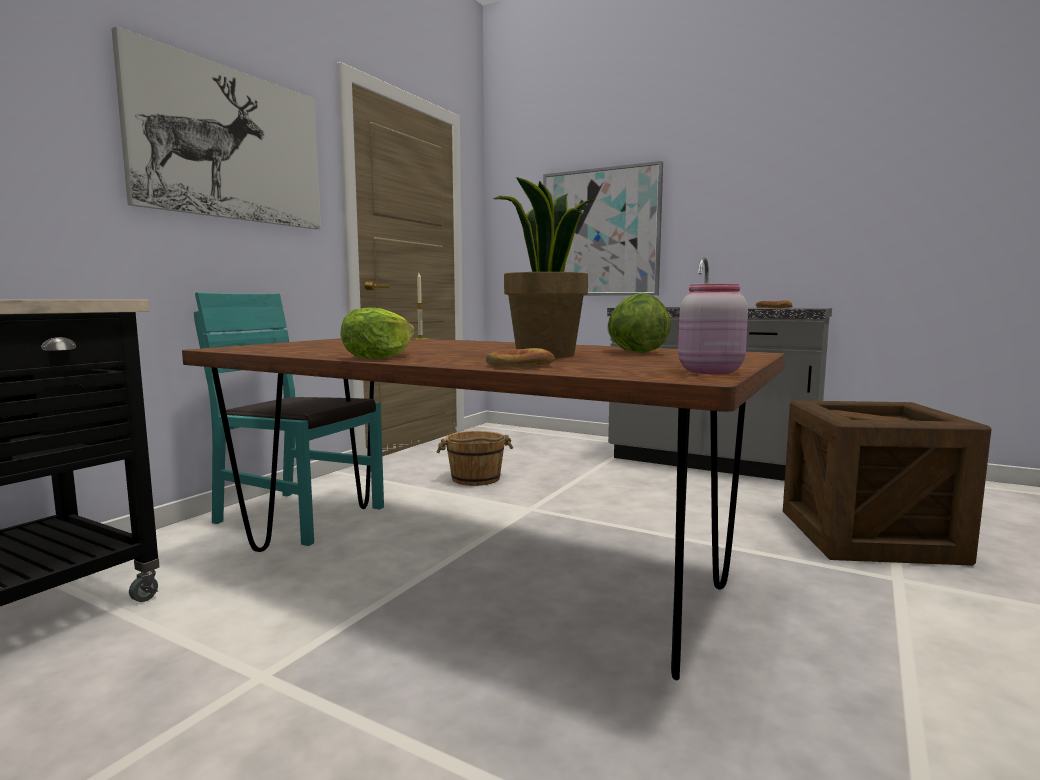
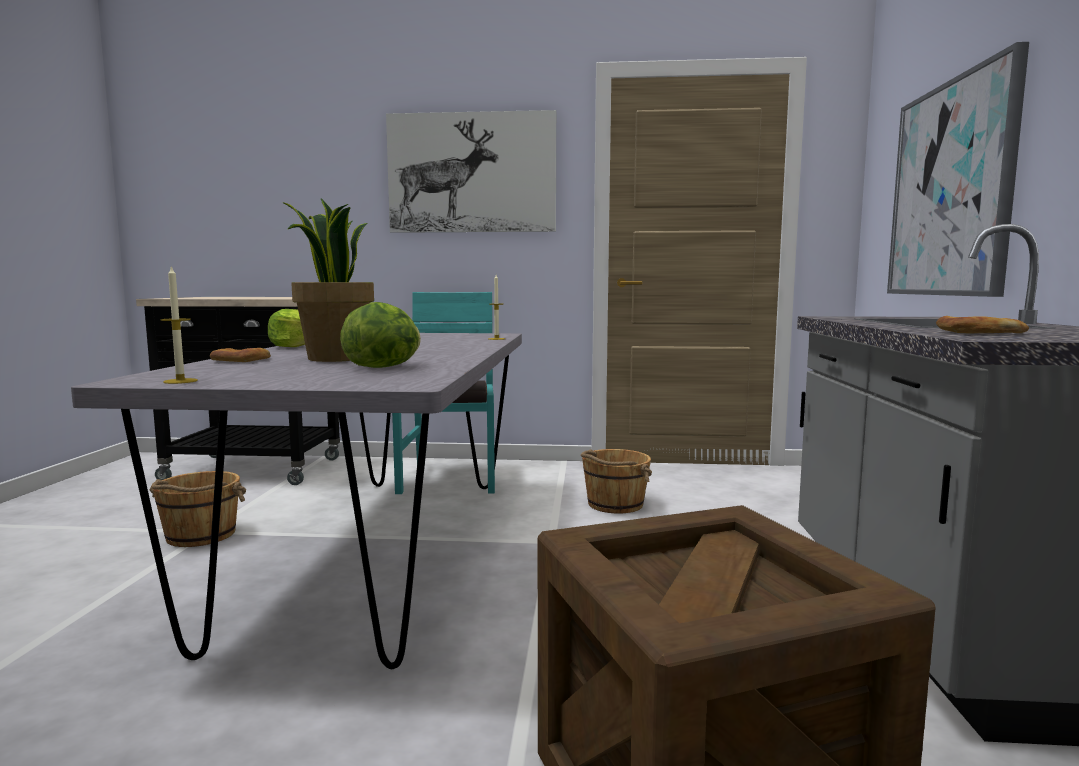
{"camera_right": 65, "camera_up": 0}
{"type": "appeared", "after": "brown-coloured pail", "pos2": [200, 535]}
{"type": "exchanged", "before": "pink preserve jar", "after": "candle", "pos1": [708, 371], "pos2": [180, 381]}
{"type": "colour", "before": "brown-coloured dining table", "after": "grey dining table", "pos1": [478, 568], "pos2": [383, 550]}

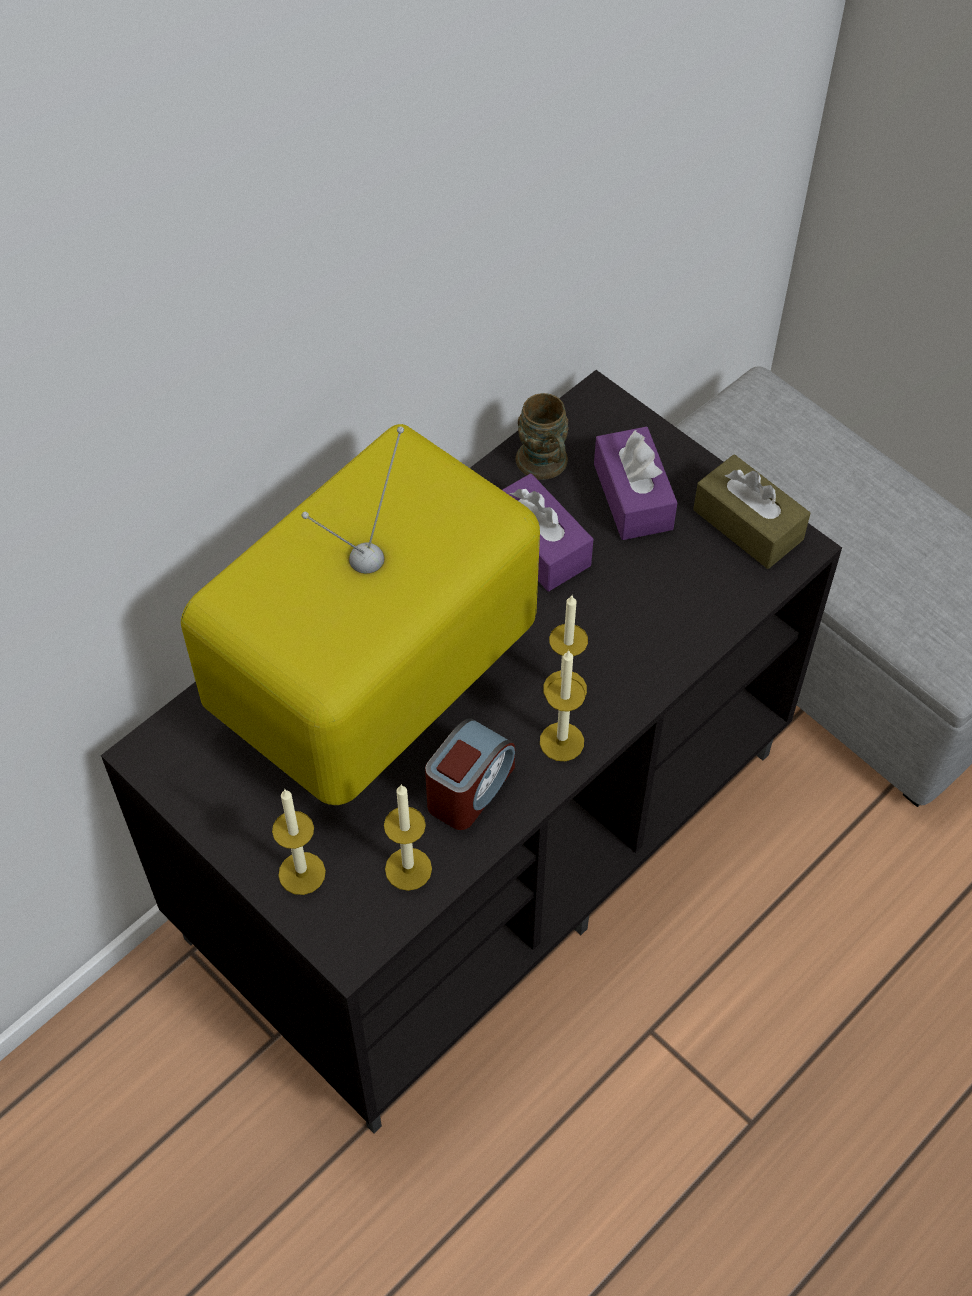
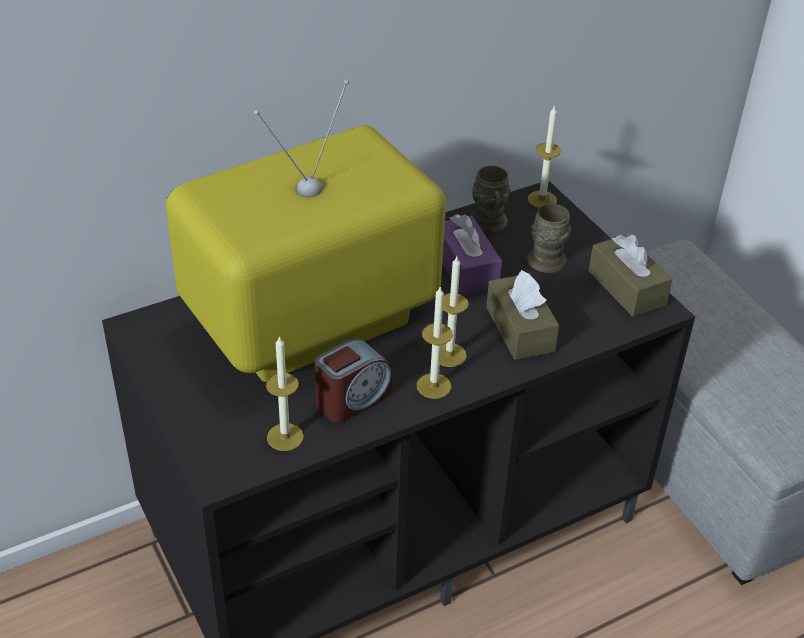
{"camera_right": 15, "camera_up": -15}
{"type": "appeared", "after": "brown-coloured tissue box", "pos2": [520, 329]}
{"type": "relocated", "before": "candle", "pos1": [302, 873], "pos2": [542, 199]}
{"type": "exchanged", "before": "purple-coloured tissue box", "after": "brown-coloured tea mug", "pos1": [633, 496], "pos2": [546, 254]}

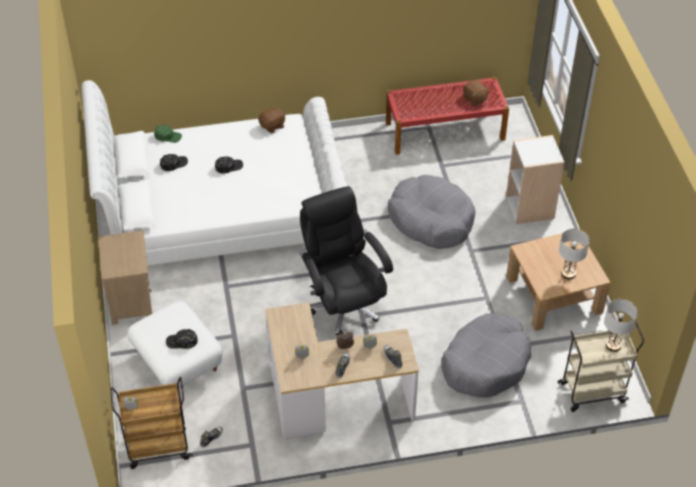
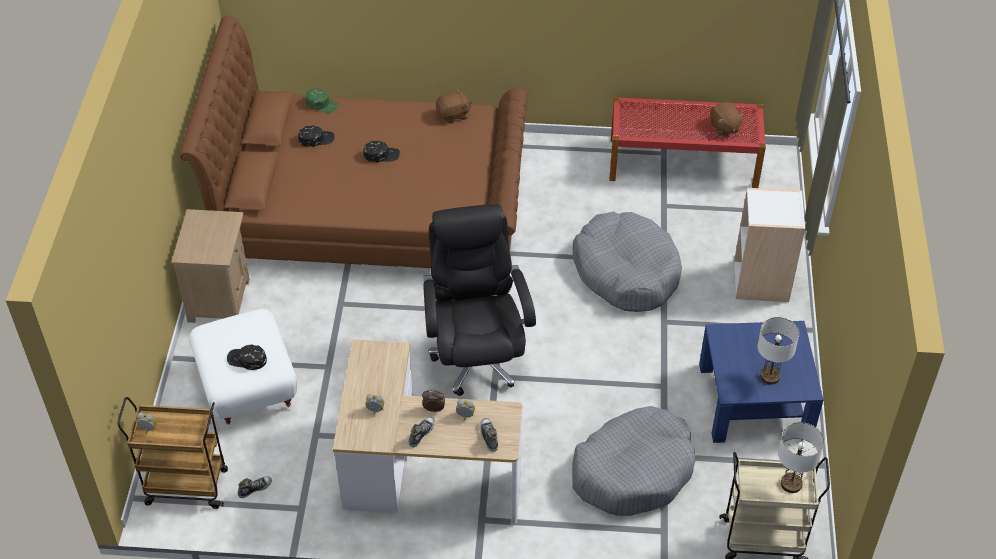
{"camera_right": 15, "camera_up": 0}
{"type": "colour", "before": "whitish sleeping bed", "after": "brown-coloured sleeping bed", "pos1": [222, 206], "pos2": [370, 204]}
{"type": "colour", "before": "brown-coloured low table", "after": "bluish low table", "pos1": [554, 294], "pos2": [755, 400]}

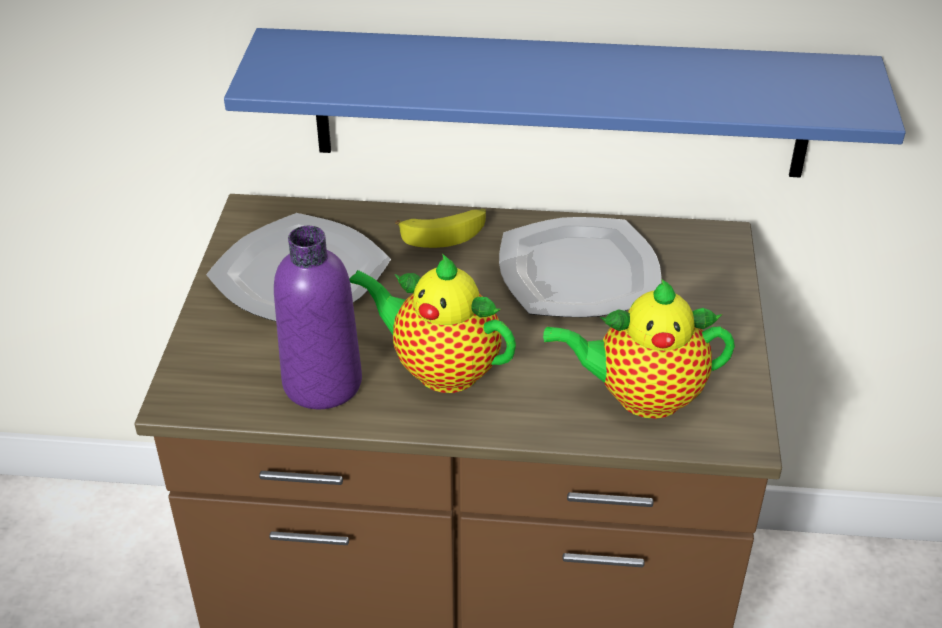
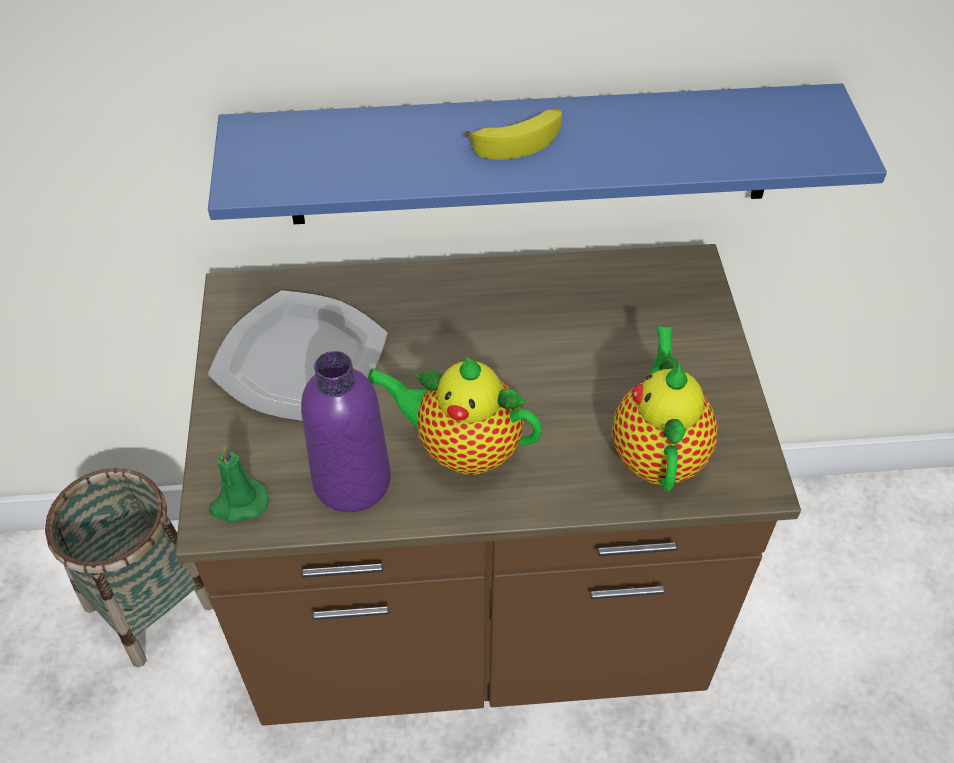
{"camera_right": -10, "camera_up": 10}
{"type": "missing", "before": "plate", "pos1": [576, 272]}
{"type": "appeared", "after": "storage basket", "pos2": [150, 605]}
{"type": "appeared", "after": "green-coloured candle", "pos2": [239, 503]}
{"type": "relocated", "before": "whole banana", "pos1": [445, 233], "pos2": [519, 140]}
{"type": "spun", "before": "tea pot", "pos1": [641, 396], "pos2": [657, 452], "turn": 105}

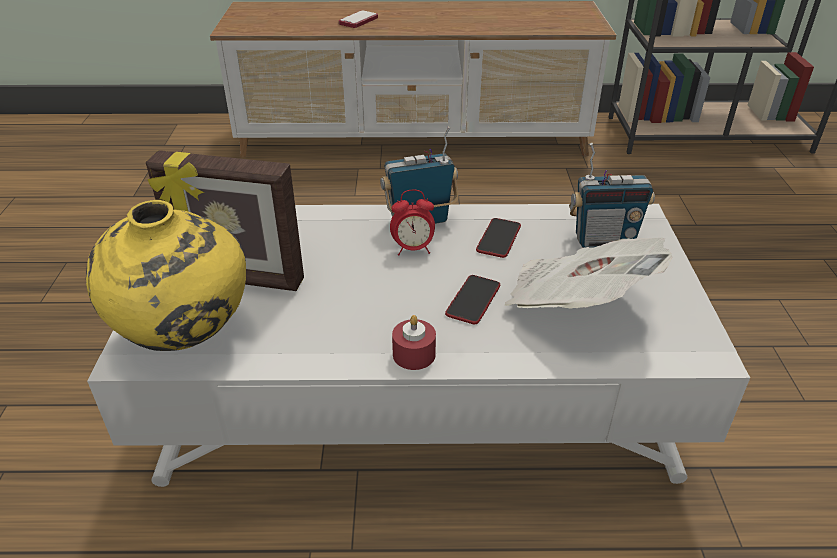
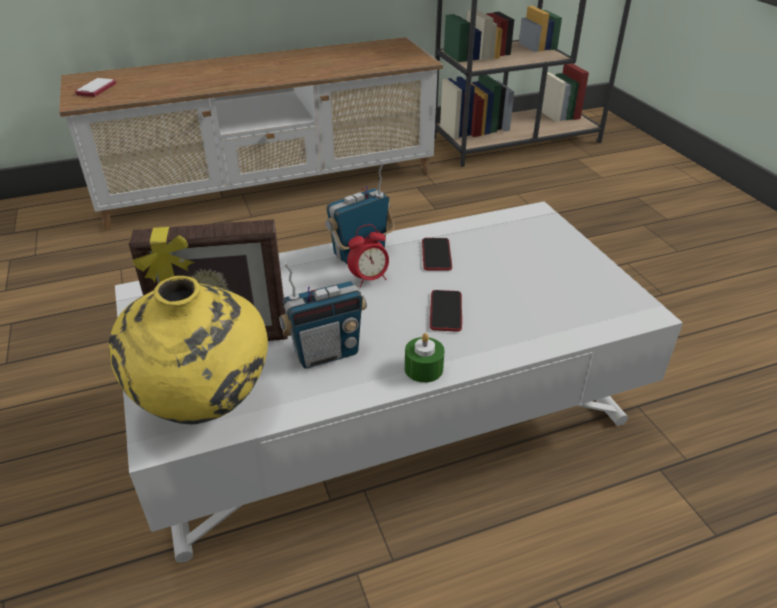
{"camera_right": -20, "camera_up": 0}
{"type": "missing", "before": "daily paper", "pos1": [575, 303]}
{"type": "relocated", "before": "handset", "pos1": [358, 21], "pos2": [96, 89]}
{"type": "relocated", "before": "radio set", "pos1": [603, 240], "pos2": [326, 353]}
{"type": "colour", "before": "red-coloured candle", "after": "green-coloured candle", "pos1": [414, 354], "pos2": [423, 369]}

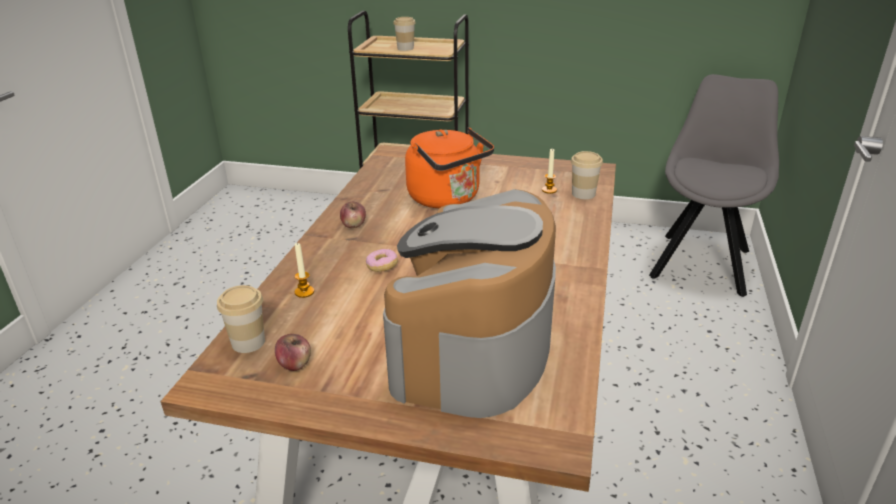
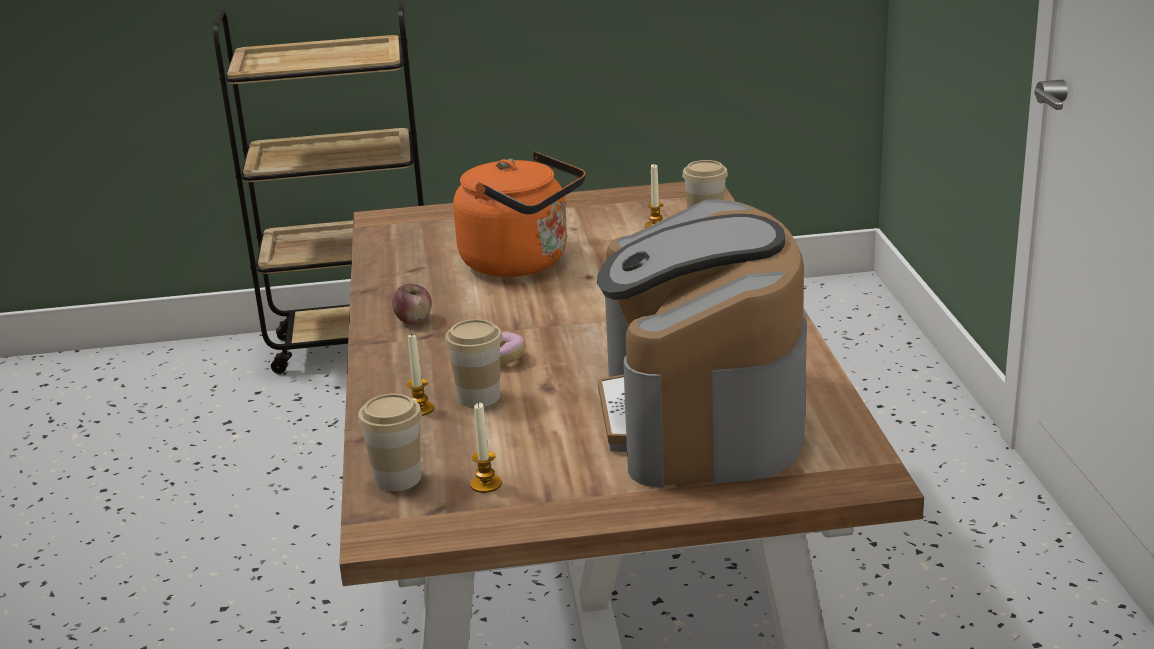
{"camera_right": -20, "camera_up": -5}
{"type": "missing", "before": "grey upright chair", "pos1": [701, 263]}
{"type": "relocated", "before": "cup", "pos1": [405, 48], "pos2": [479, 397]}
{"type": "exchanged", "before": "whole apple", "after": "candle", "pos1": [295, 364], "pos2": [486, 484]}

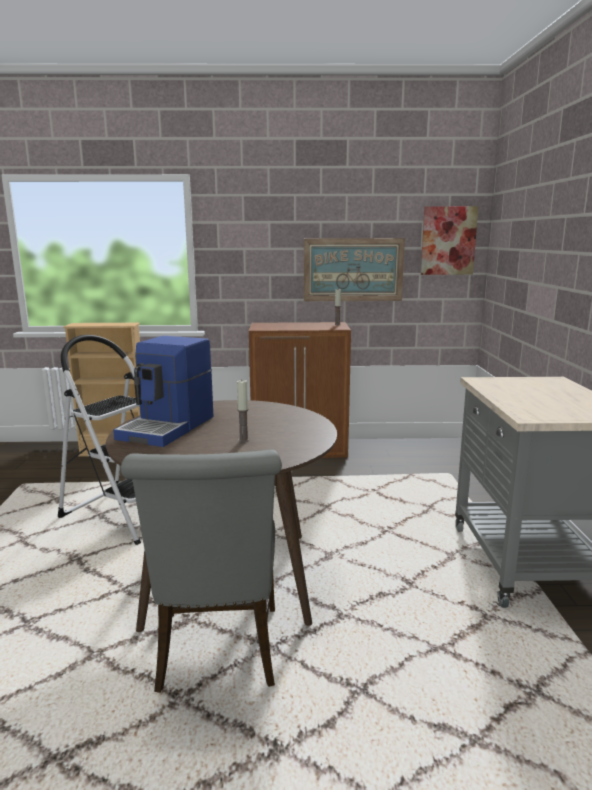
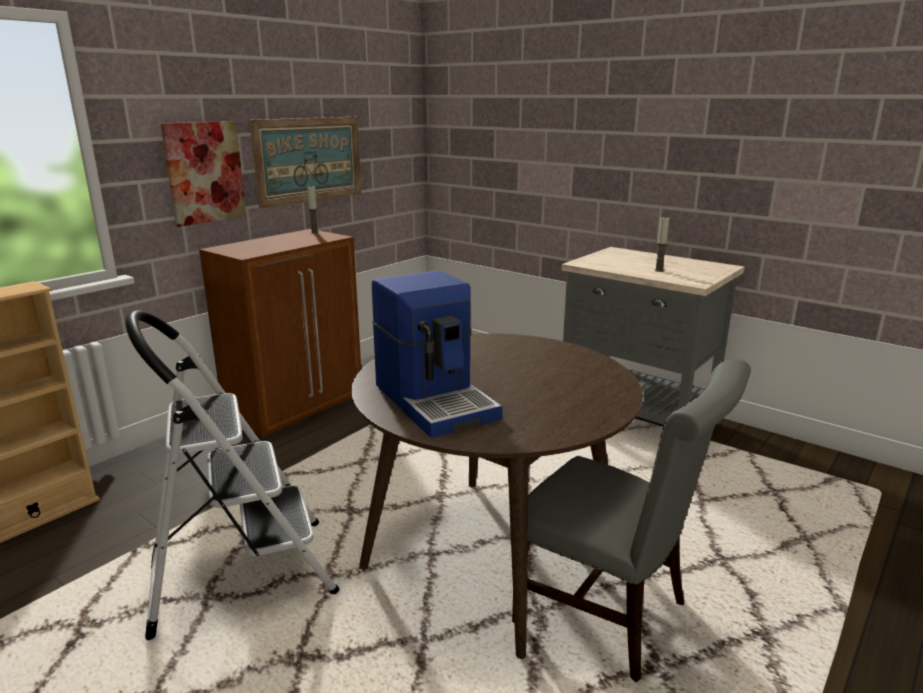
{"camera_right": -50, "camera_up": 5}
{"type": "relocated", "before": "candle", "pos1": [243, 440], "pos2": [659, 270]}
{"type": "relocated", "before": "wall picture", "pos1": [448, 241], "pos2": [204, 172]}

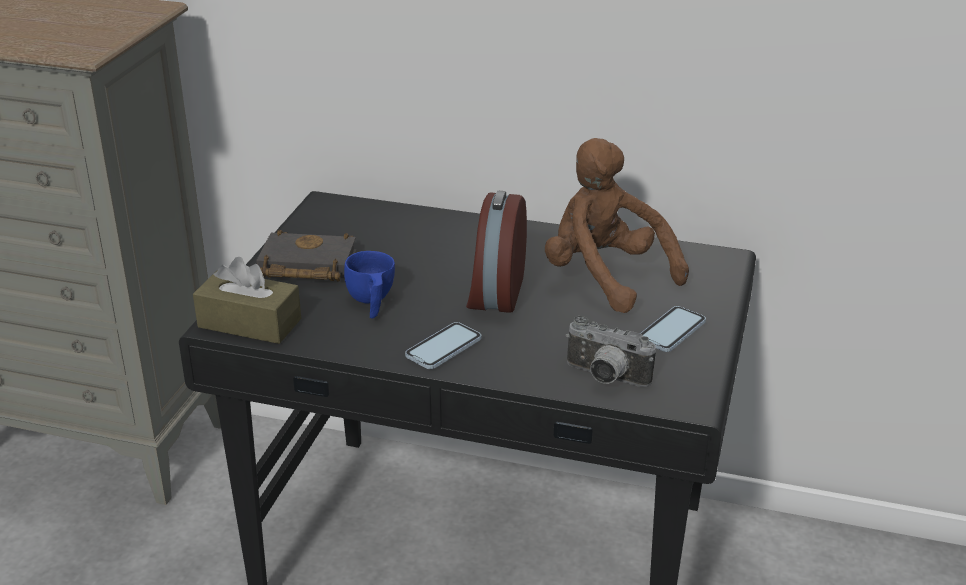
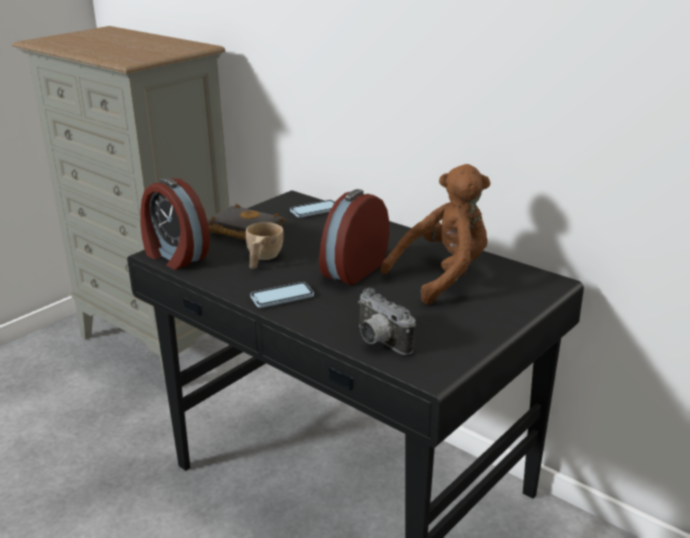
{"camera_right": 25, "camera_up": -5}
{"type": "relocated", "before": "handset", "pos1": [671, 331], "pos2": [315, 210]}
{"type": "exchanged", "before": "brown-coloured tissue box", "after": "alarm clock", "pos1": [249, 323], "pos2": [174, 256]}
{"type": "colour", "before": "bluish cup", "after": "beige cup", "pos1": [371, 302], "pos2": [262, 259]}
{"type": "spun", "before": "brown-coloured soft toy", "pos1": [605, 277], "pos2": [443, 276], "turn": 75}

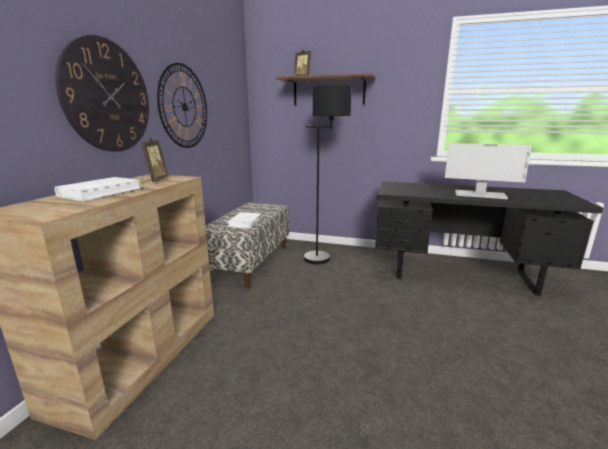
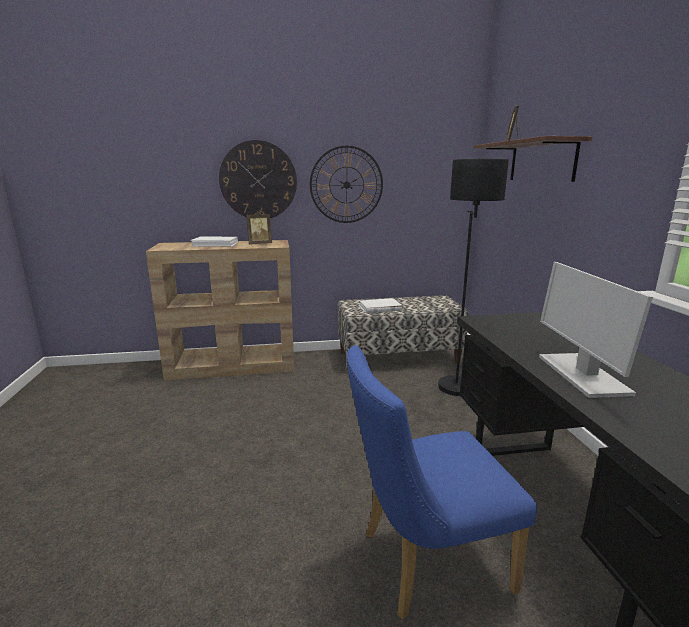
{"camera_right": 65, "camera_up": 0}
{"type": "appeared", "after": "bluish upright chair", "pos2": [424, 562]}

